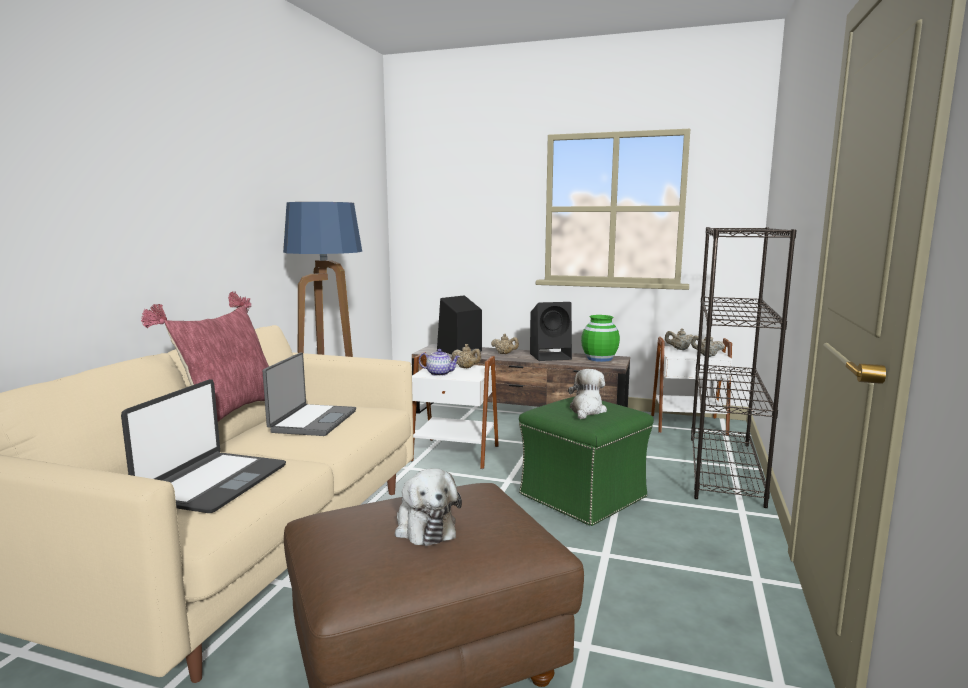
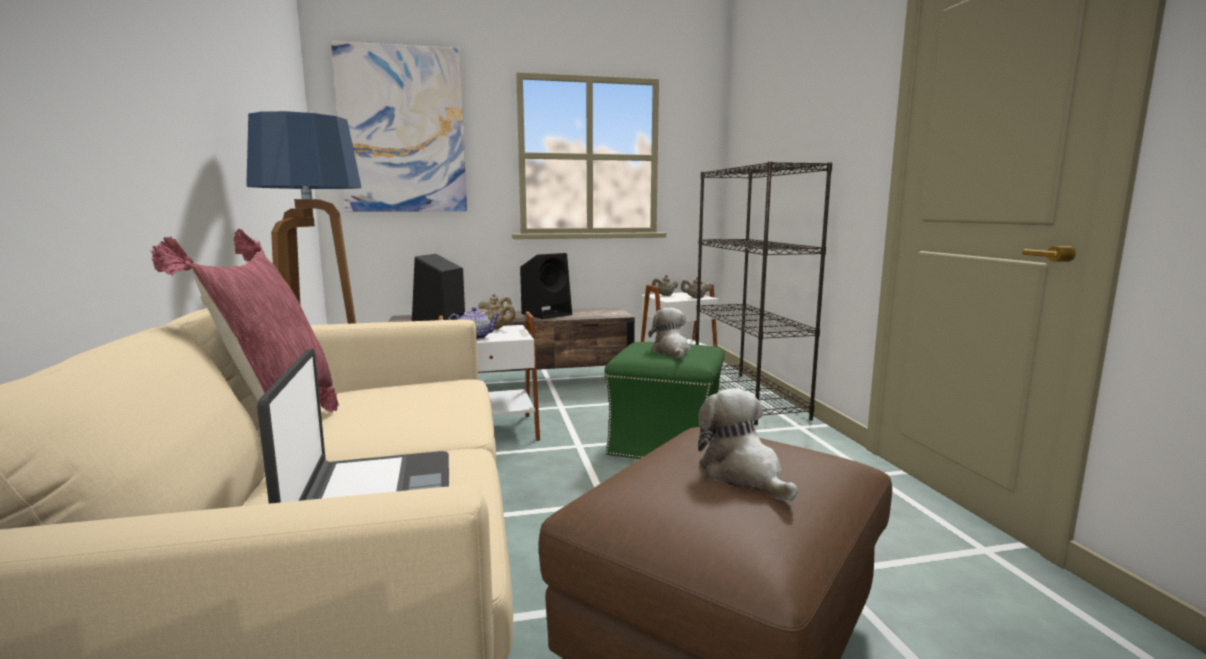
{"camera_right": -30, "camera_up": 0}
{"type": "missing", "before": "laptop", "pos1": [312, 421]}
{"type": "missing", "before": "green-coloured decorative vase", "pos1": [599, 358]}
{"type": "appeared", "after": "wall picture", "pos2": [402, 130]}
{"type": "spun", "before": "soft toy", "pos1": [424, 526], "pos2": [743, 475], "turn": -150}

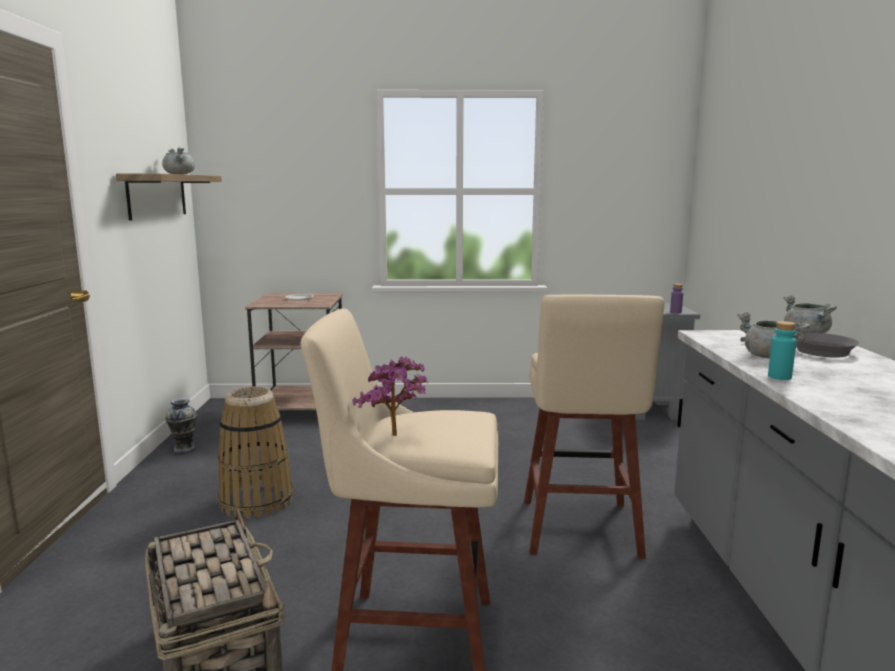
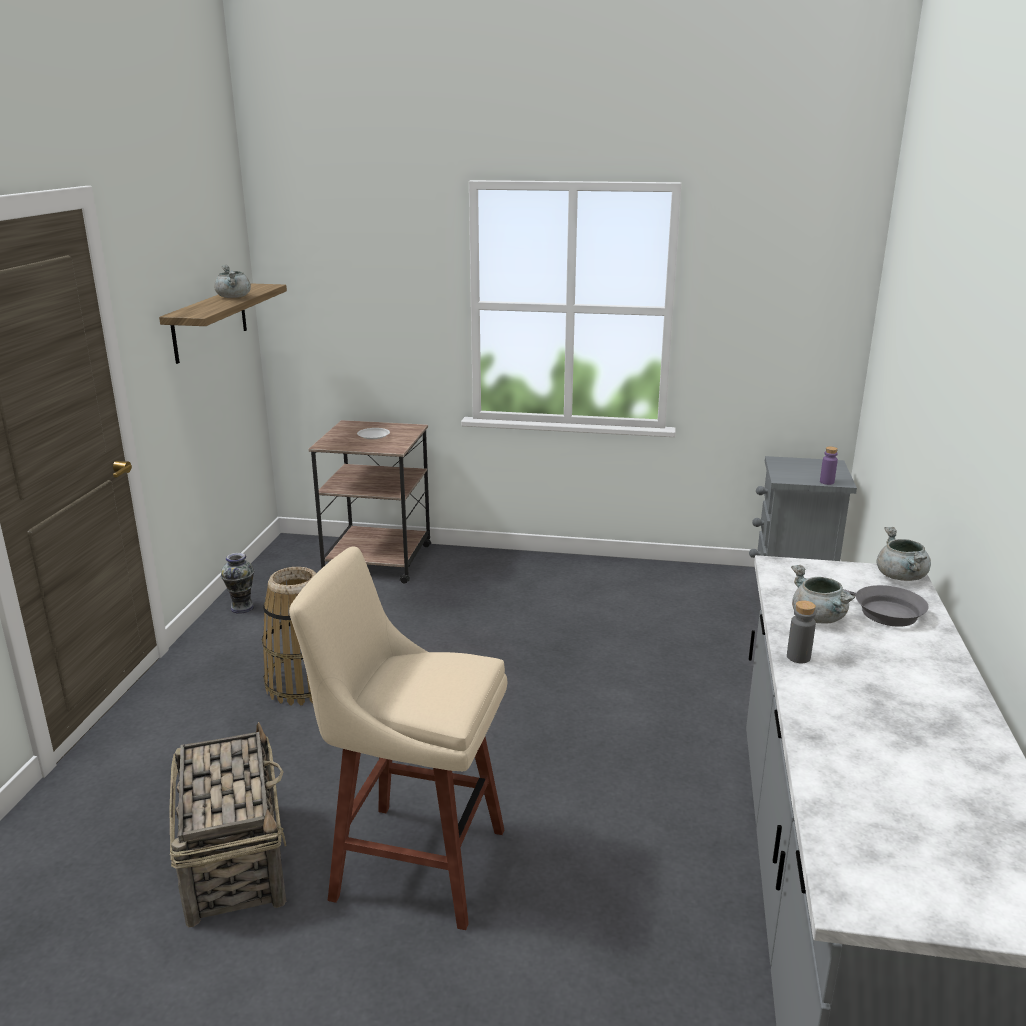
{"camera_right": 10, "camera_up": 10}
{"type": "missing", "before": "potted plant", "pos1": [396, 437]}
{"type": "missing", "before": "beige stool", "pos1": [579, 529]}
{"type": "colour", "before": "turquoise beverage bottle", "after": "grey beverage bottle", "pos1": [779, 377], "pos2": [798, 657]}

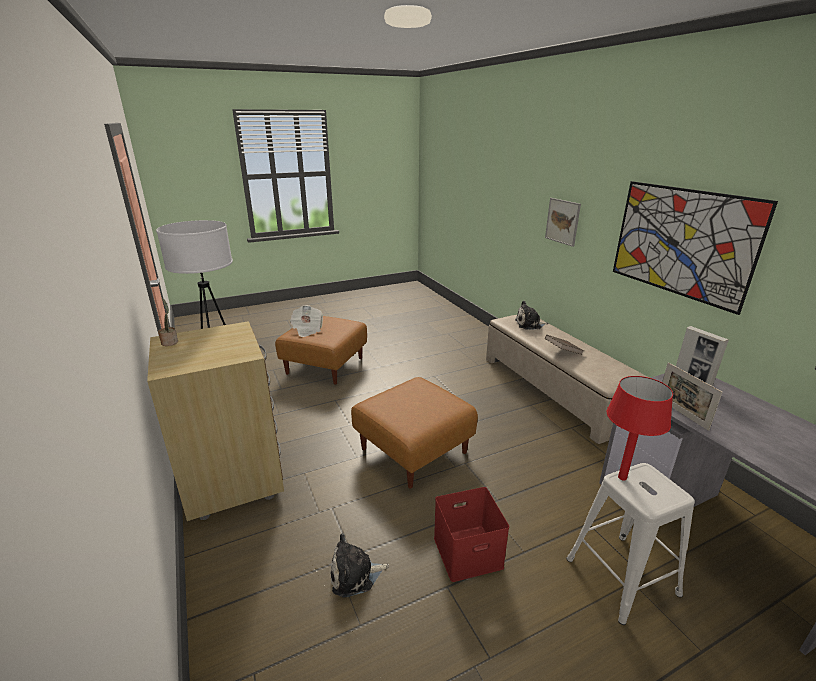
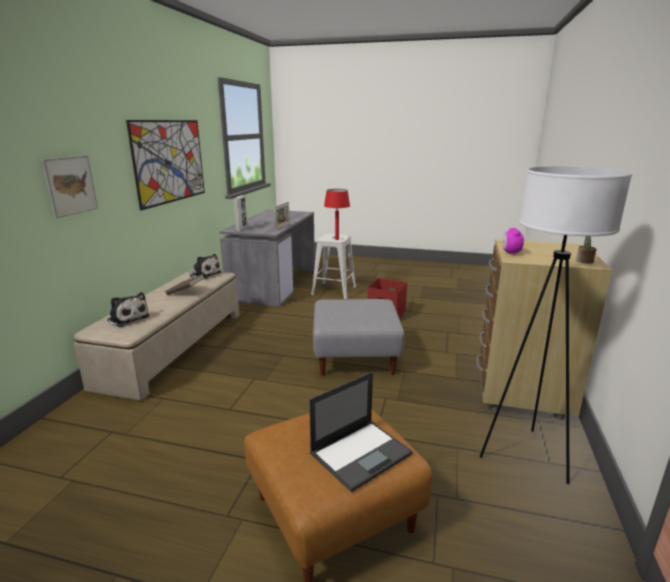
{"camera_right": -140, "camera_up": -5}
{"type": "appeared", "after": "alarm clock", "pos2": [510, 253]}
{"type": "relocated", "before": "soft toy", "pos1": [355, 575], "pos2": [204, 274]}
{"type": "exchanged", "before": "daily paper", "after": "laptop", "pos1": [307, 329], "pos2": [361, 453]}
{"type": "colour", "before": "brown-coloured pouffe", "after": "grey pouffe", "pos1": [414, 450], "pos2": [354, 357]}

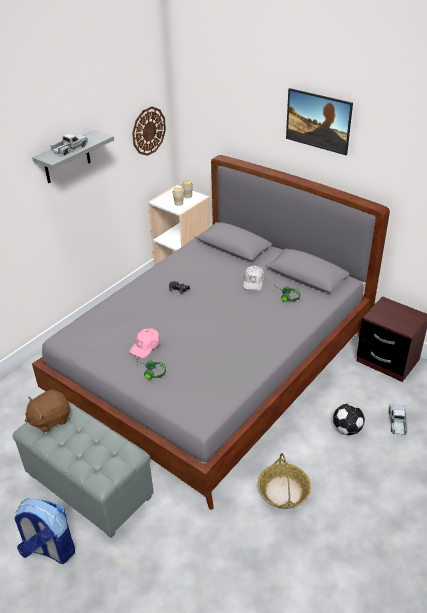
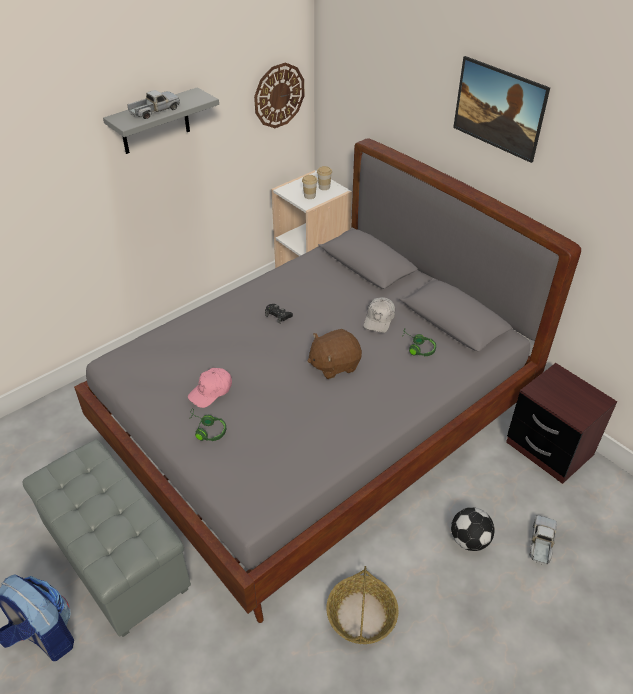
{"camera_right": 10, "camera_up": 5}
{"type": "relocated", "before": "brown-coloured soft toy", "pos1": [50, 419], "pos2": [334, 365]}

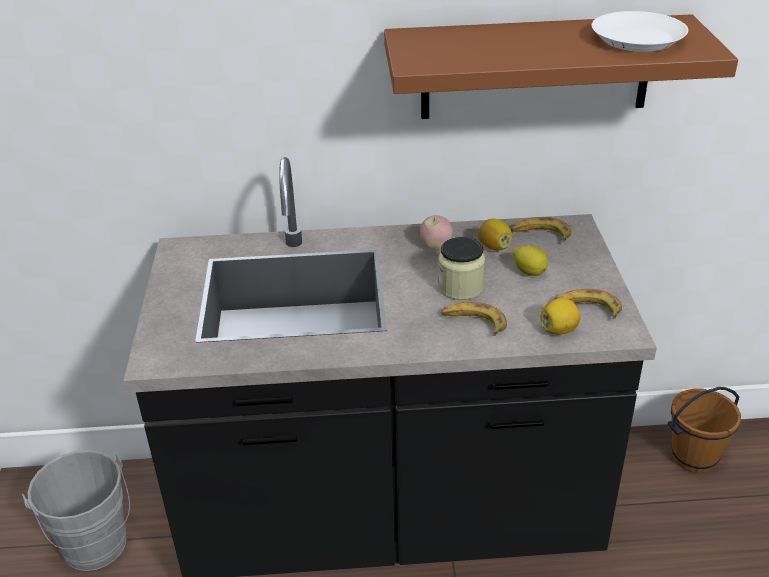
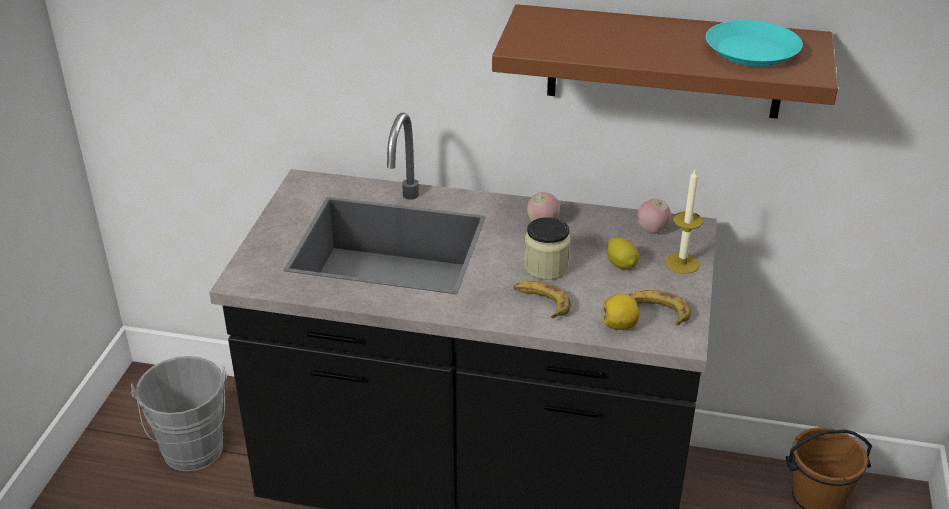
{"camera_right": 15, "camera_up": 0}
{"type": "missing", "before": "citrus fruit", "pos1": [494, 247]}
{"type": "appeared", "after": "candle", "pos2": [682, 263]}
{"type": "exchanged", "before": "whole banana", "after": "whole apple", "pos1": [540, 235], "pos2": [652, 230]}
{"type": "colour", "before": "whitish plate", "after": "turquoise plate", "pos1": [638, 39], "pos2": [753, 52]}

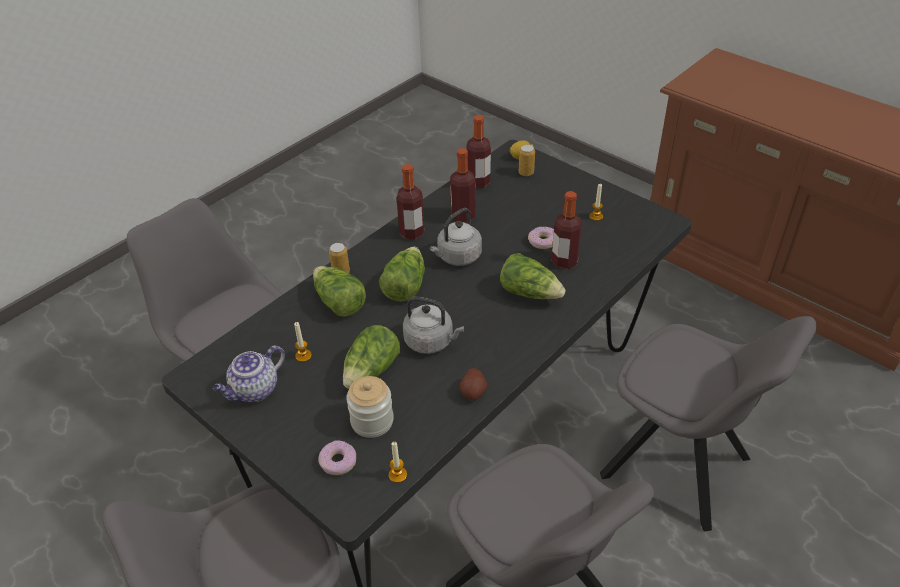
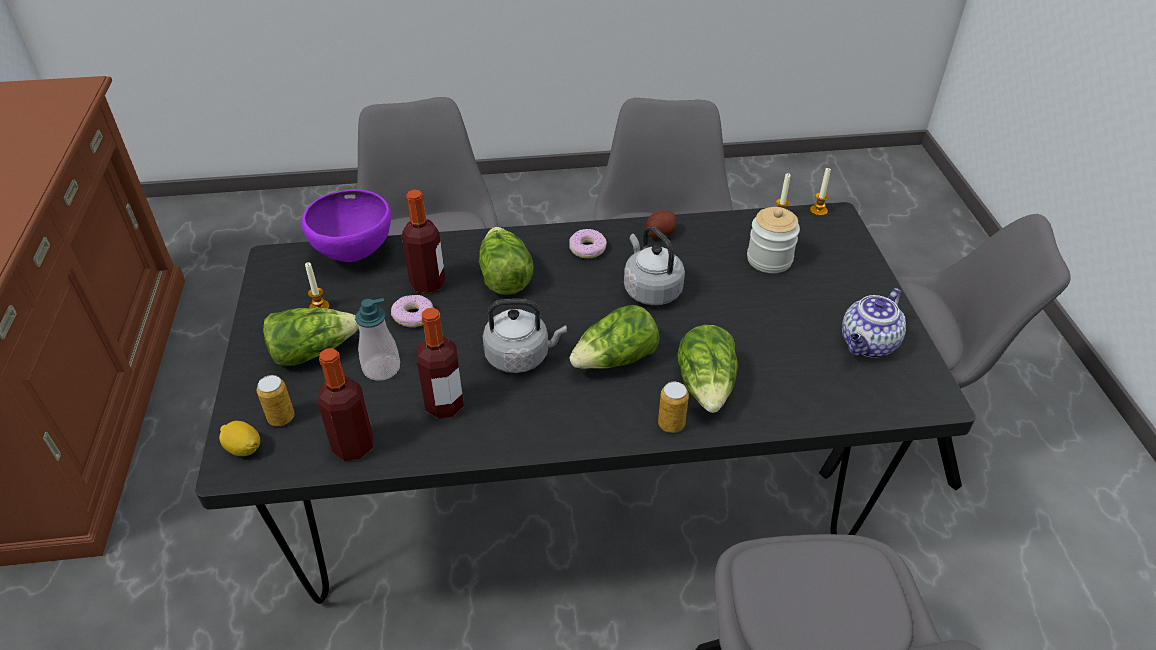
{"camera_right": -140, "camera_up": 0}
{"type": "missing", "before": "beverage bottle", "pos1": [412, 233]}
{"type": "appeared", "after": "purple-coloured bowl", "pos2": [354, 254]}
{"type": "appeared", "after": "liquid soap bottle", "pos2": [381, 368]}
{"type": "relocated", "before": "candle", "pos1": [303, 356], "pos2": [818, 211]}
{"type": "relocated", "before": "donut", "pos1": [338, 462], "pos2": [588, 249]}
{"type": "relocated", "before": "lettuce", "pos1": [372, 371], "pos2": [313, 351]}
{"type": "spun", "before": "tea pot", "pos1": [254, 390], "pos2": [868, 345], "turn": 135}

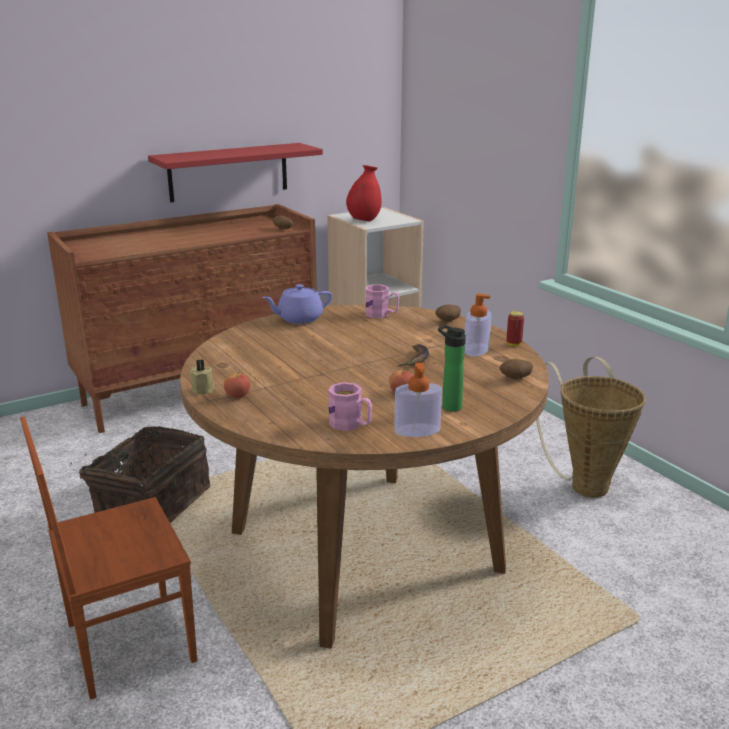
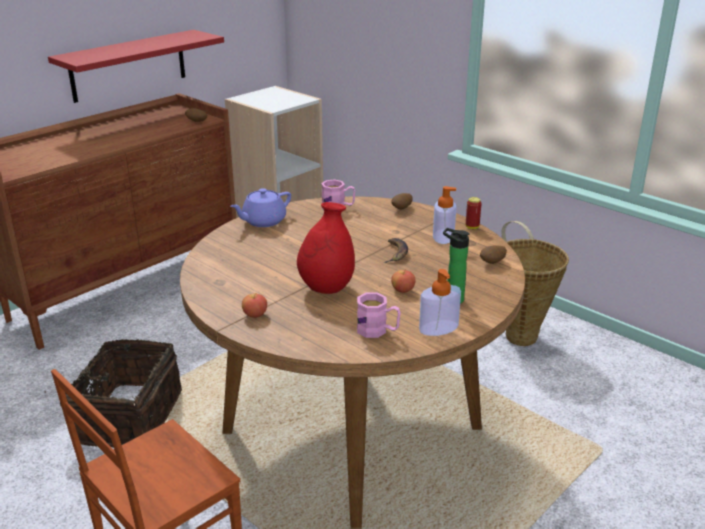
{"camera_right": -15, "camera_up": 5}
{"type": "missing", "before": "beige candle", "pos1": [204, 389]}
{"type": "relocated", "before": "red-coloured decorative vase", "pos1": [364, 220], "pos2": [327, 288]}

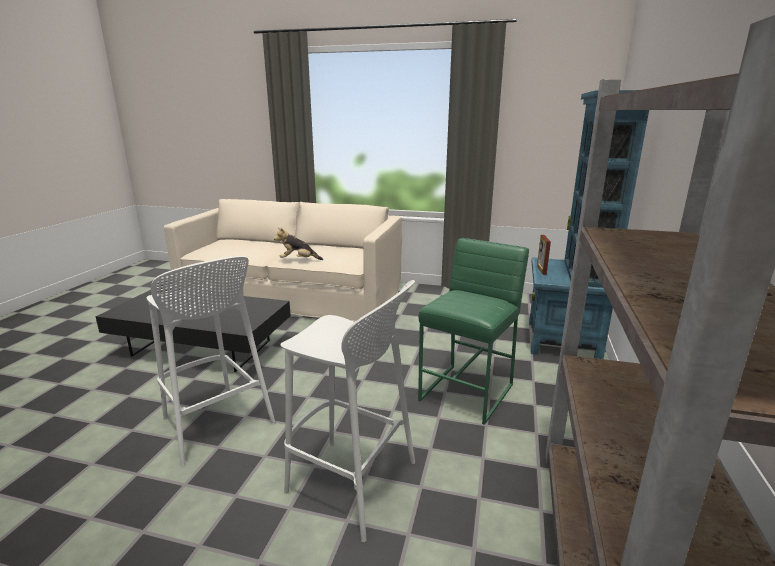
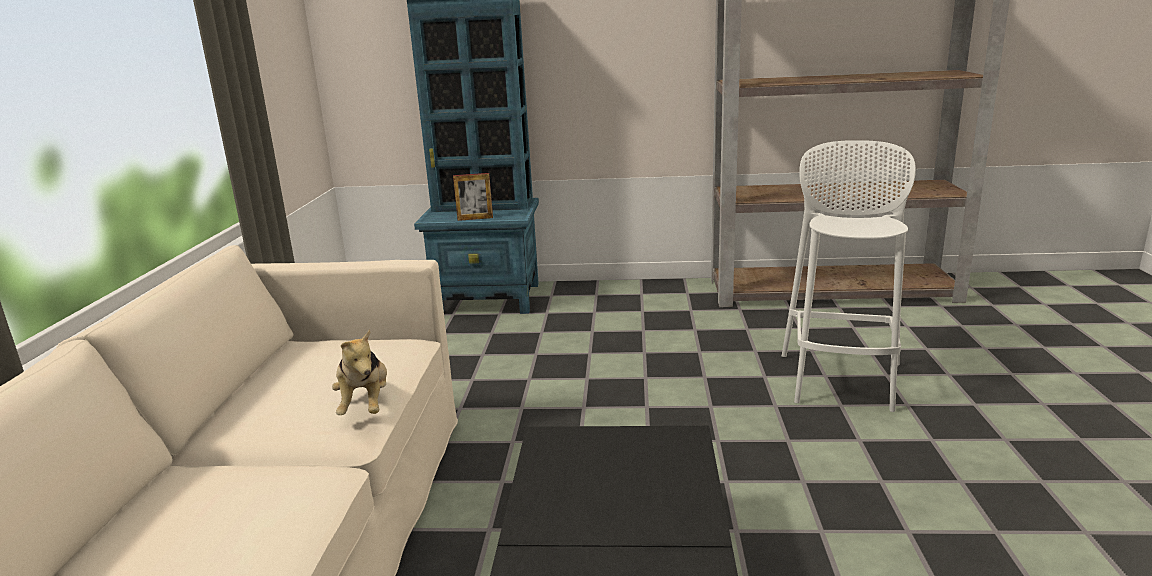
{"camera_right": -100, "camera_up": 0}
{"type": "missing", "before": "whitish stool", "pos1": [215, 424]}
{"type": "missing", "before": "green-coloured stool", "pos1": [467, 392]}

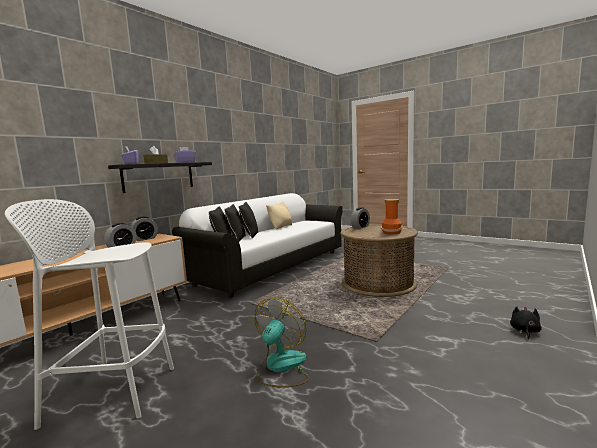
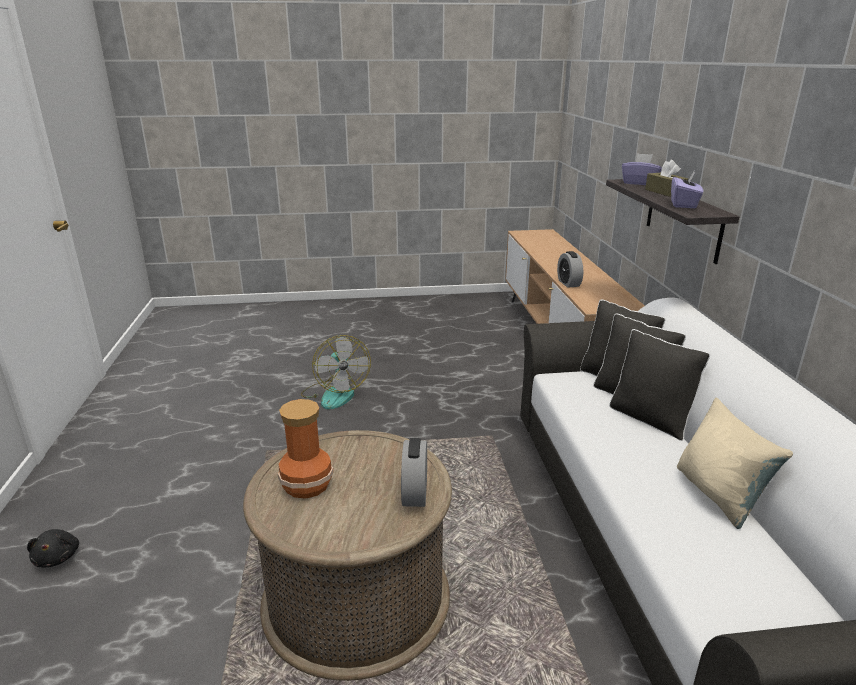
{"camera_right": 135, "camera_up": 15}
{"type": "missing", "before": "whitish stool", "pos1": [112, 391]}
{"type": "missing", "before": "alarm clock", "pos1": [145, 239]}

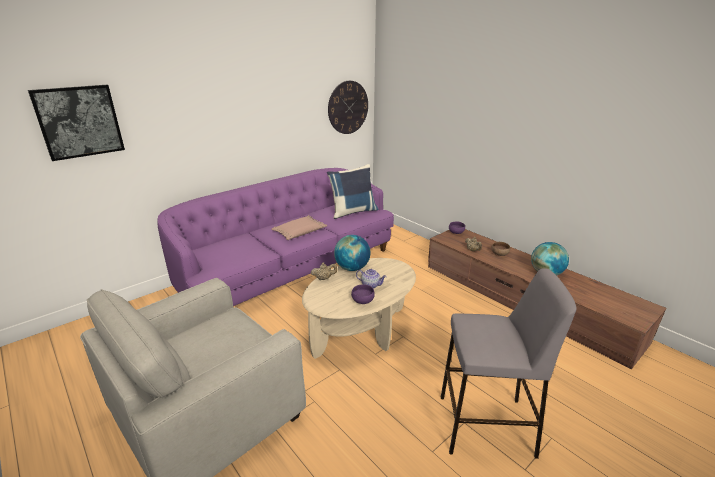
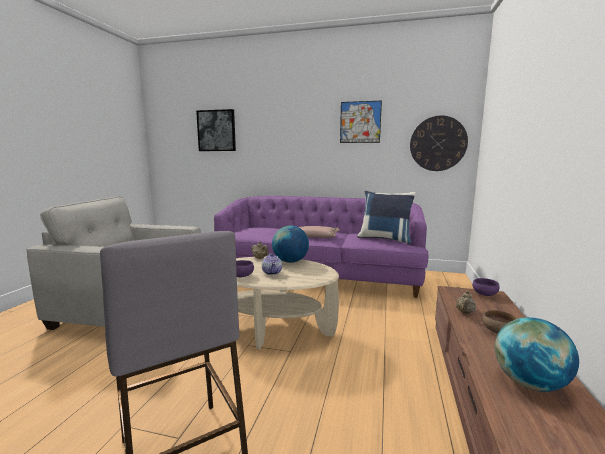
{"camera_right": 55, "camera_up": -15}
{"type": "appeared", "after": "wall picture", "pos2": [360, 122]}

